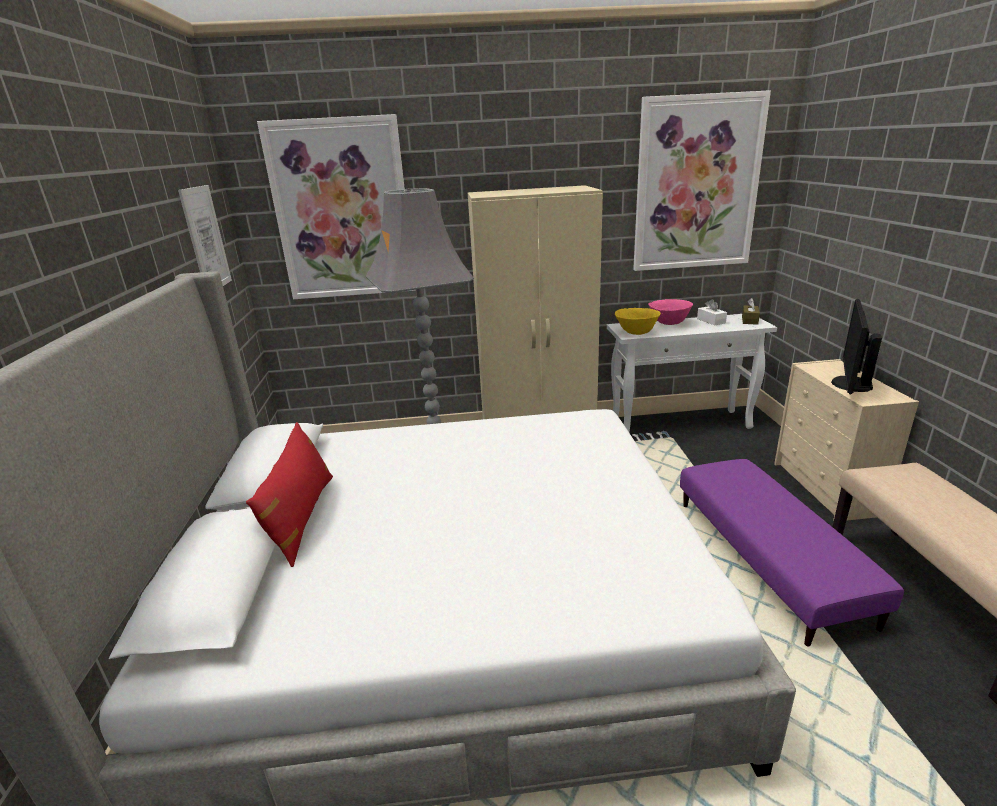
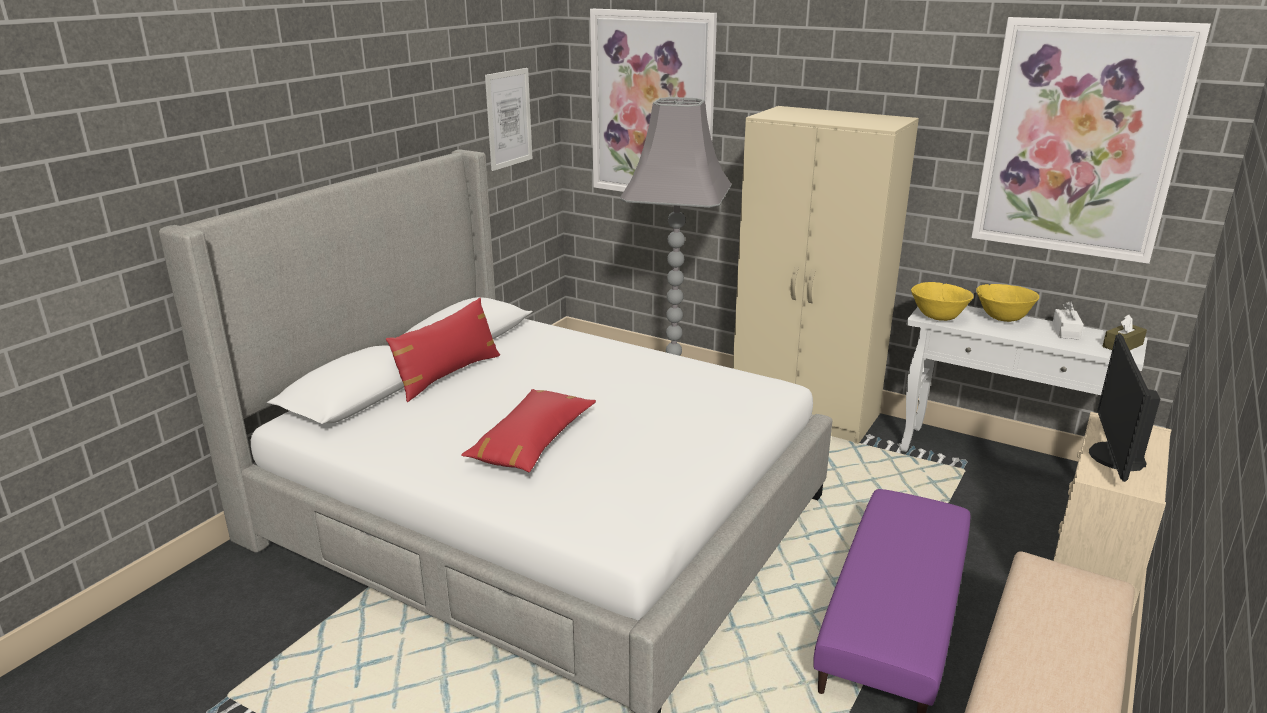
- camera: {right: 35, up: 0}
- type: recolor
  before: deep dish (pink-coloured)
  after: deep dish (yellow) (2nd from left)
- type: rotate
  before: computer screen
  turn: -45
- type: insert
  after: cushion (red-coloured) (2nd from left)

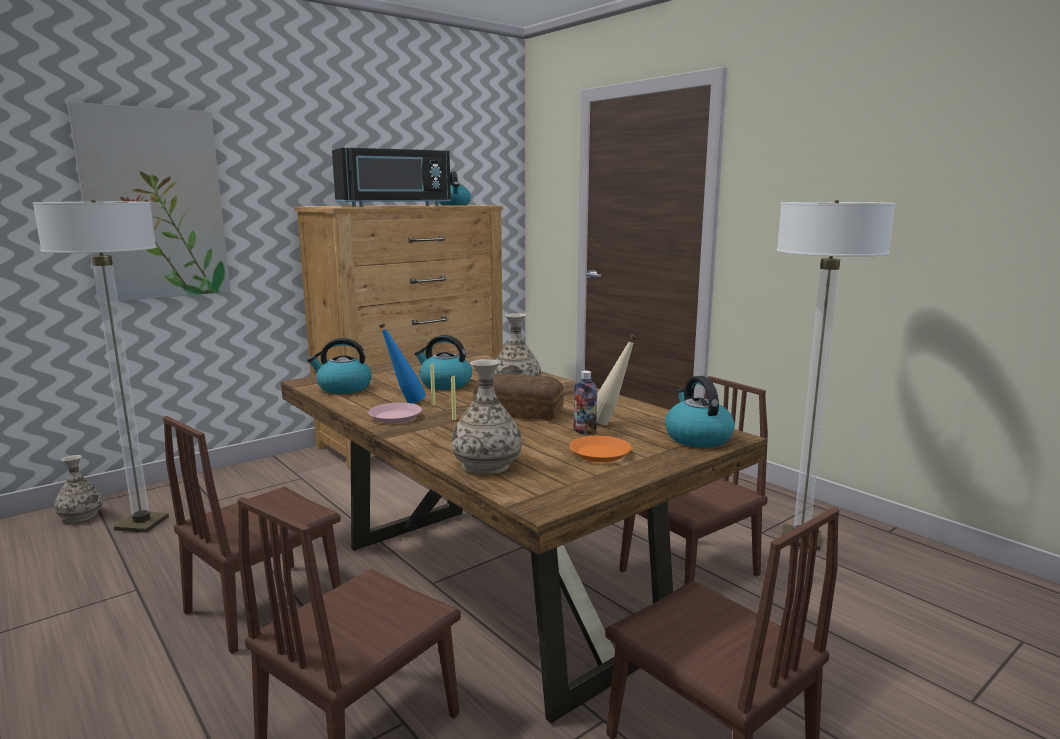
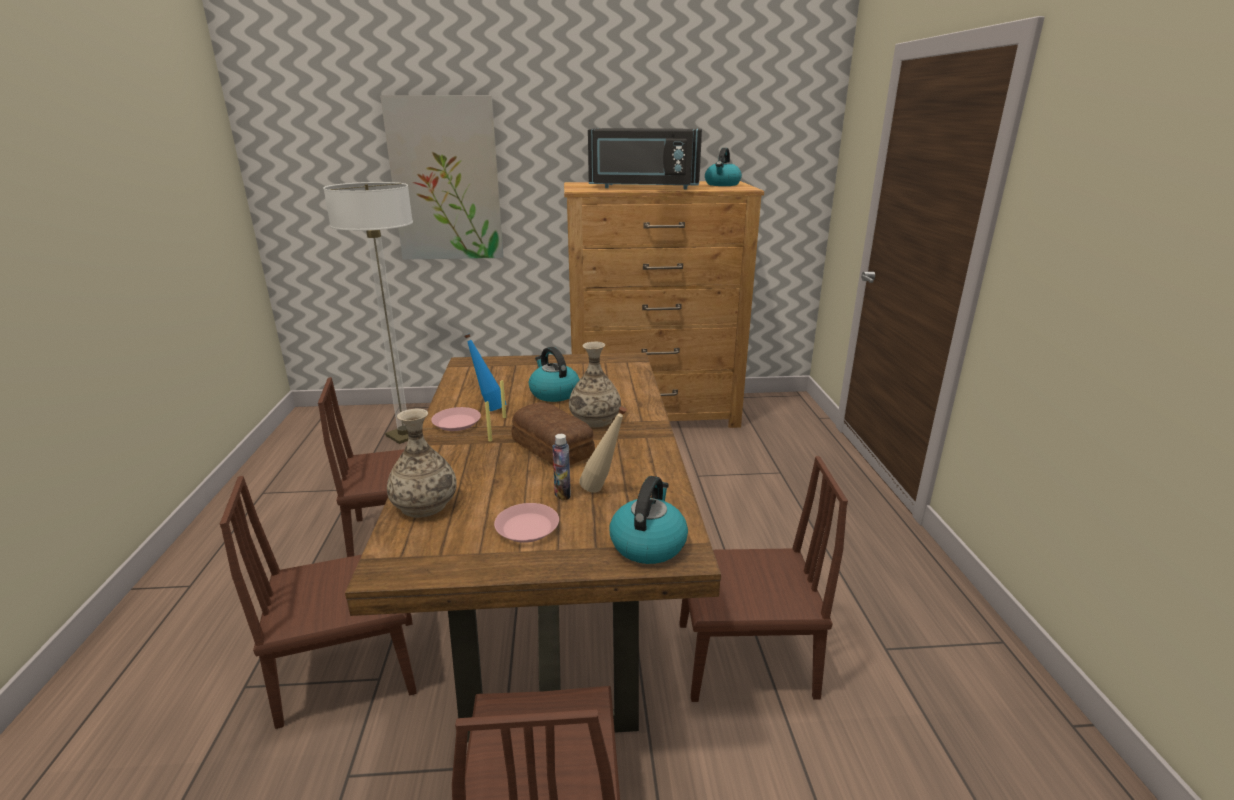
- camera: {right: 35, up: 10}
- type: delete
  before: floor lamp (2nd from left)
- type: delete
  before: kettle (1st from left)
- type: recolor
  before: dinner plate (orangey)
  after: dinner plate (pink-coloured) (2nd from left)
- type: delete
  before: decorative vase (1st from left)

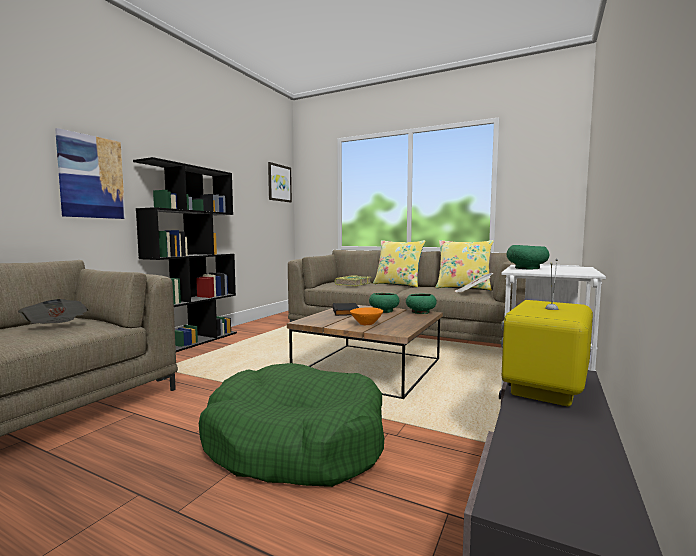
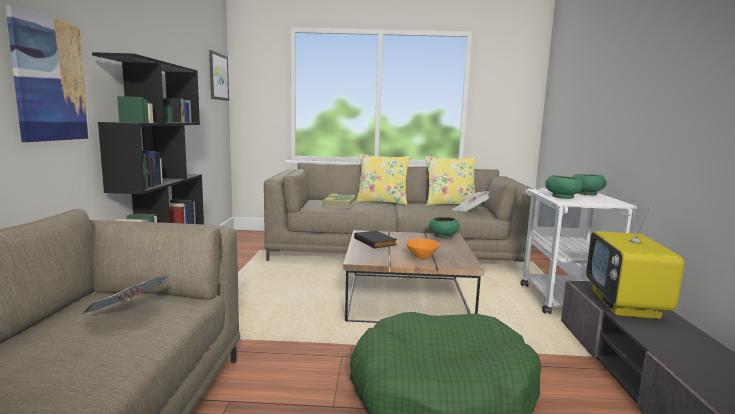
- camera: {right: -25, up: 5}
- type: move
  before: deep dish (greenish) (1st from left in the first image)
  after: deep dish (greenish) (3rd from left)

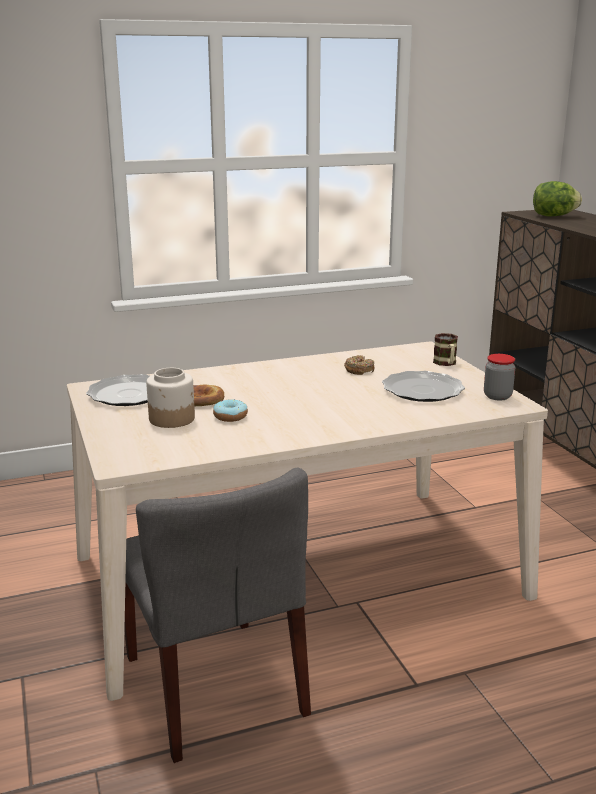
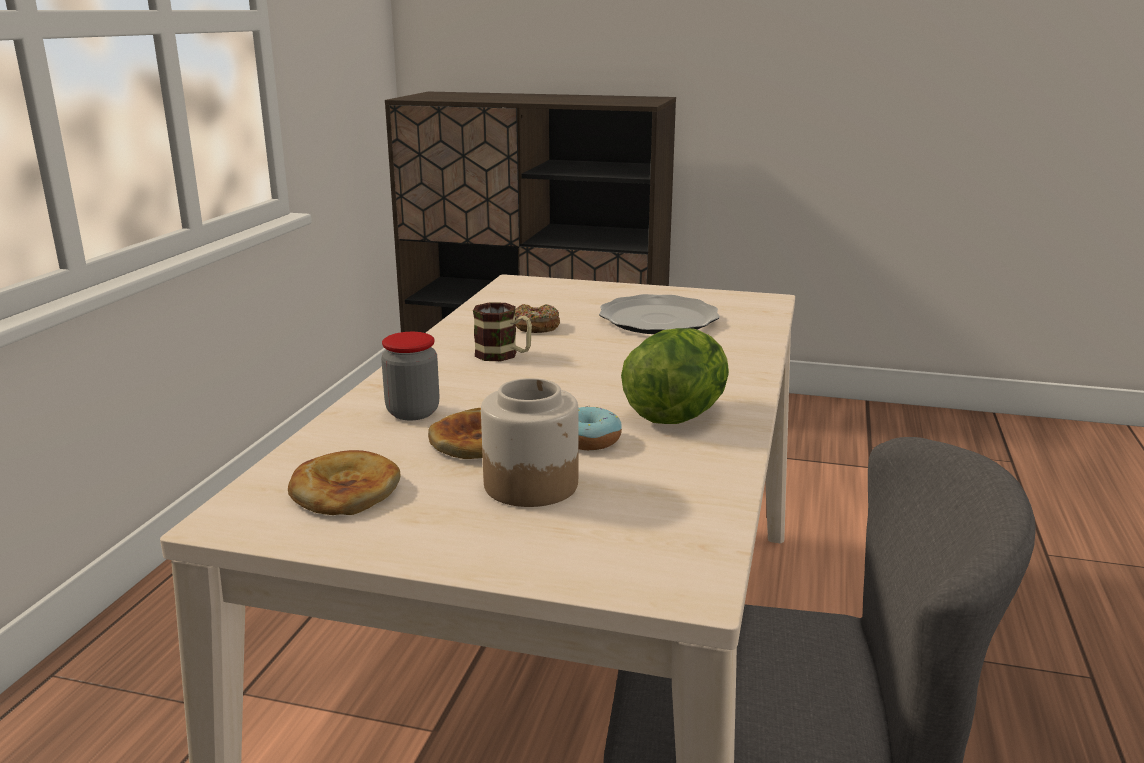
- camera: {right: -55, up: 0}
- type: move
  before: lettuce
- type: move
  before: tea mug
- type: move
  before: storage jar (2nd from left in the first image)
  after: storage jar (1st from left)
- type: replace
  before: dinner plate (1st from left)
  after: bakery bread (1st from left)

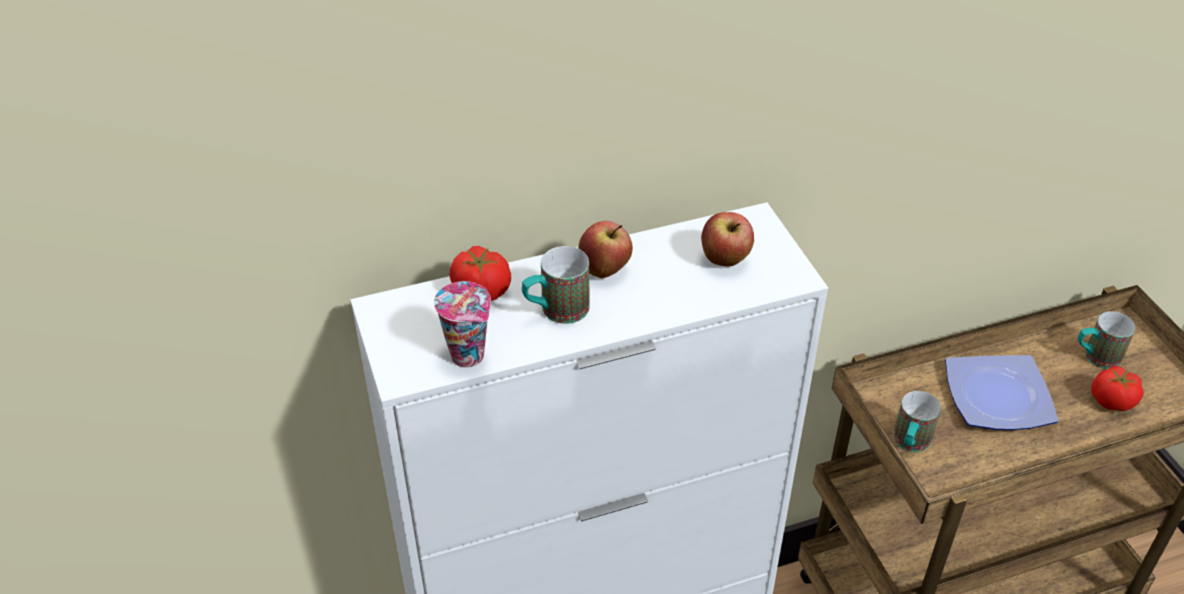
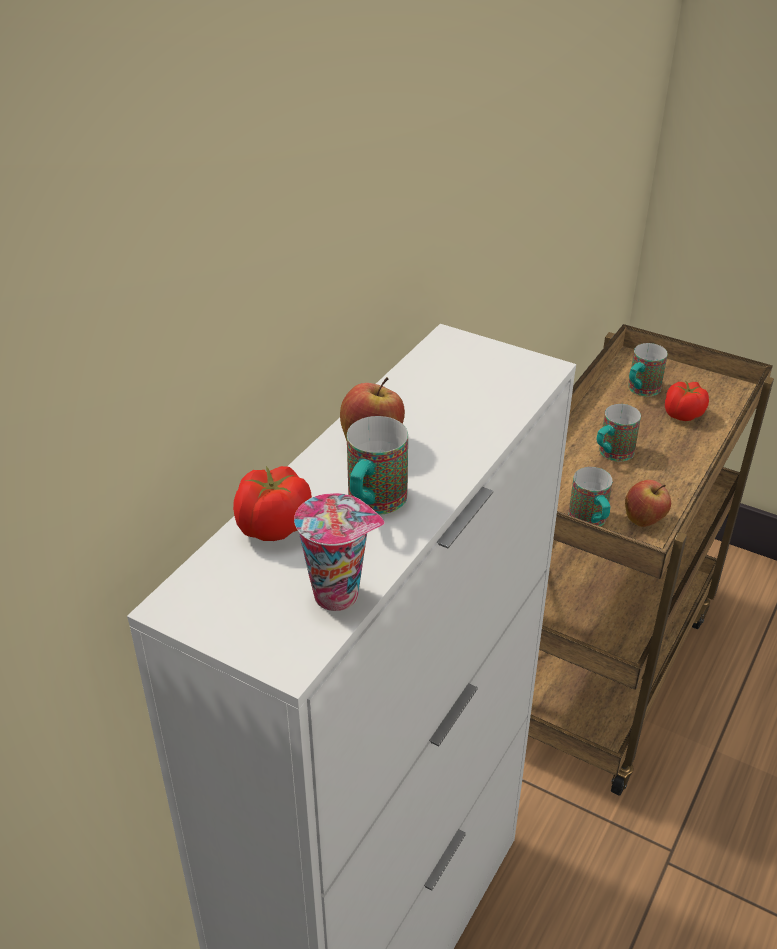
- camera: {right: -40, up: -5}
- type: move
  before: whole apple (2nd from left)
- type: replace
  before: dinner plate
  after: tea mug (3rd from left)

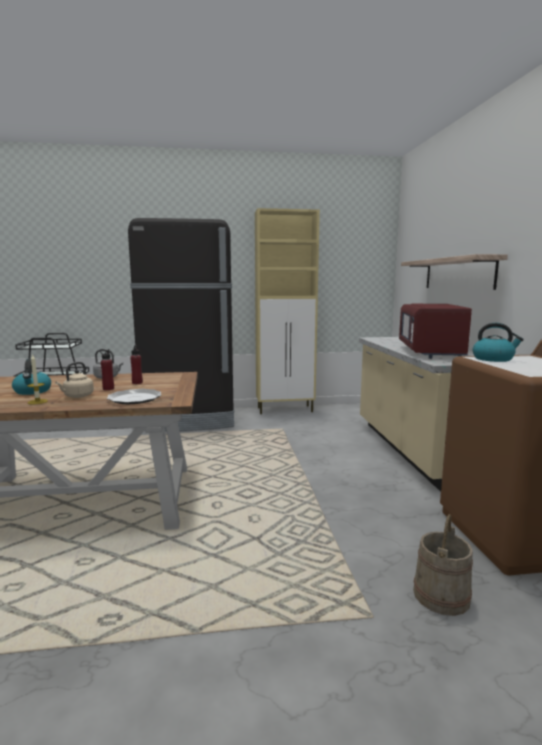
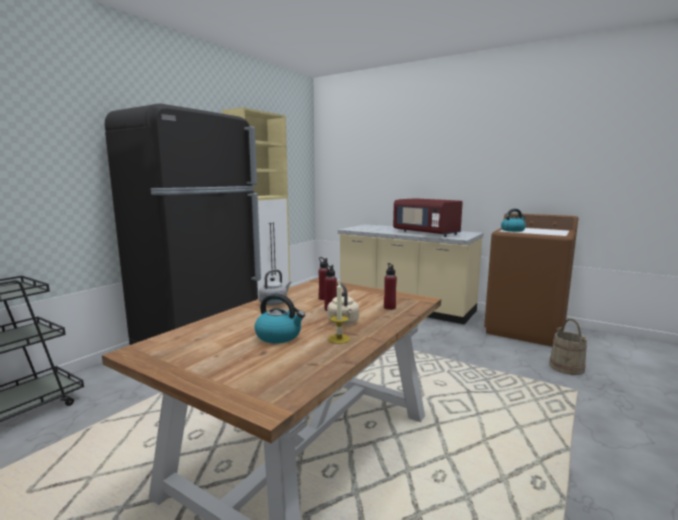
- camera: {right: -50, up: 0}
- type: delete
  before: bracket shelf
- type: replace
  before: dinner plate
  after: drink bottle (red-coloured) (3rd from left)

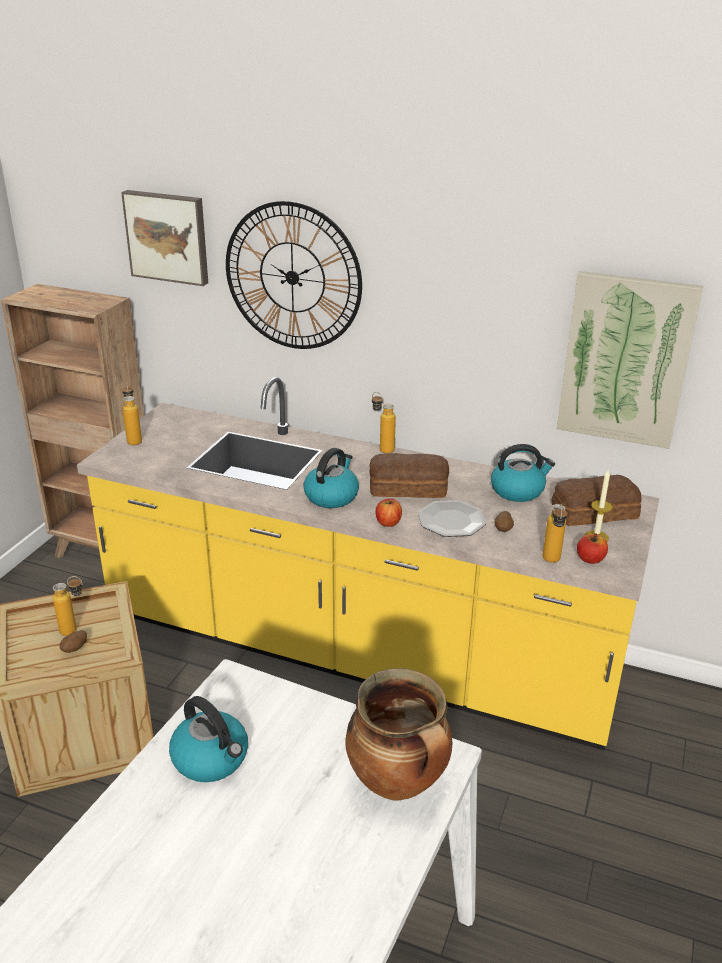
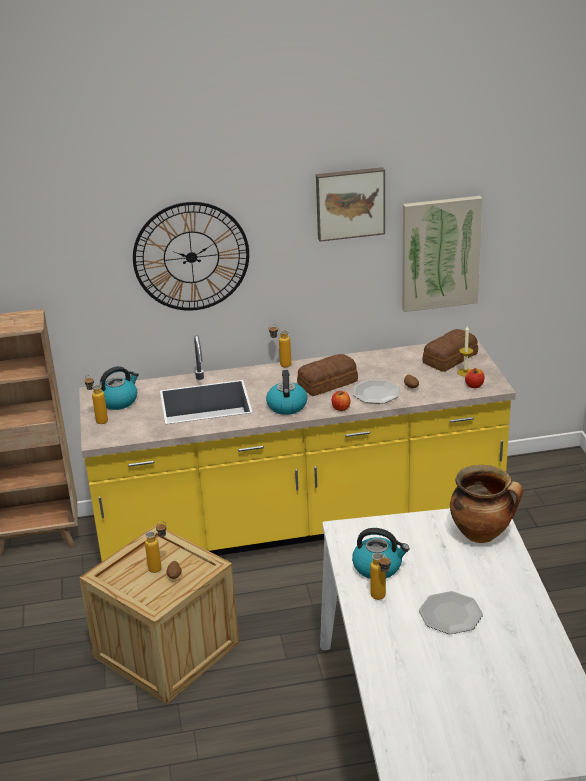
- camera: {right: -30, up: 0}
- type: move
  before: wall art (1st from left)
- type: move
  before: kettle (3rd from left in the first image)
  after: kettle (1st from left)
- type: move
  before: drink bottle (4th from left)
- type: insert
  after: dinner plate (2nd from left)

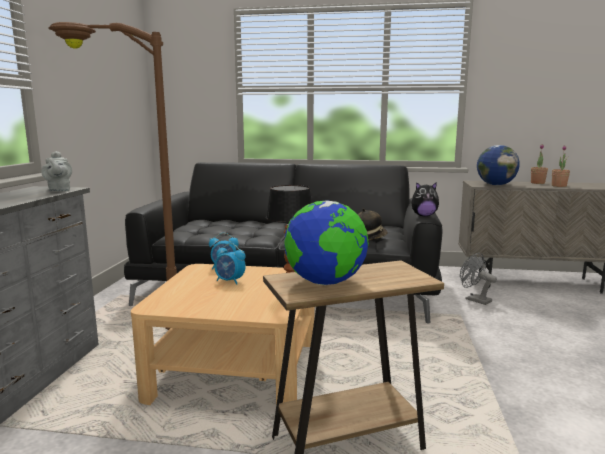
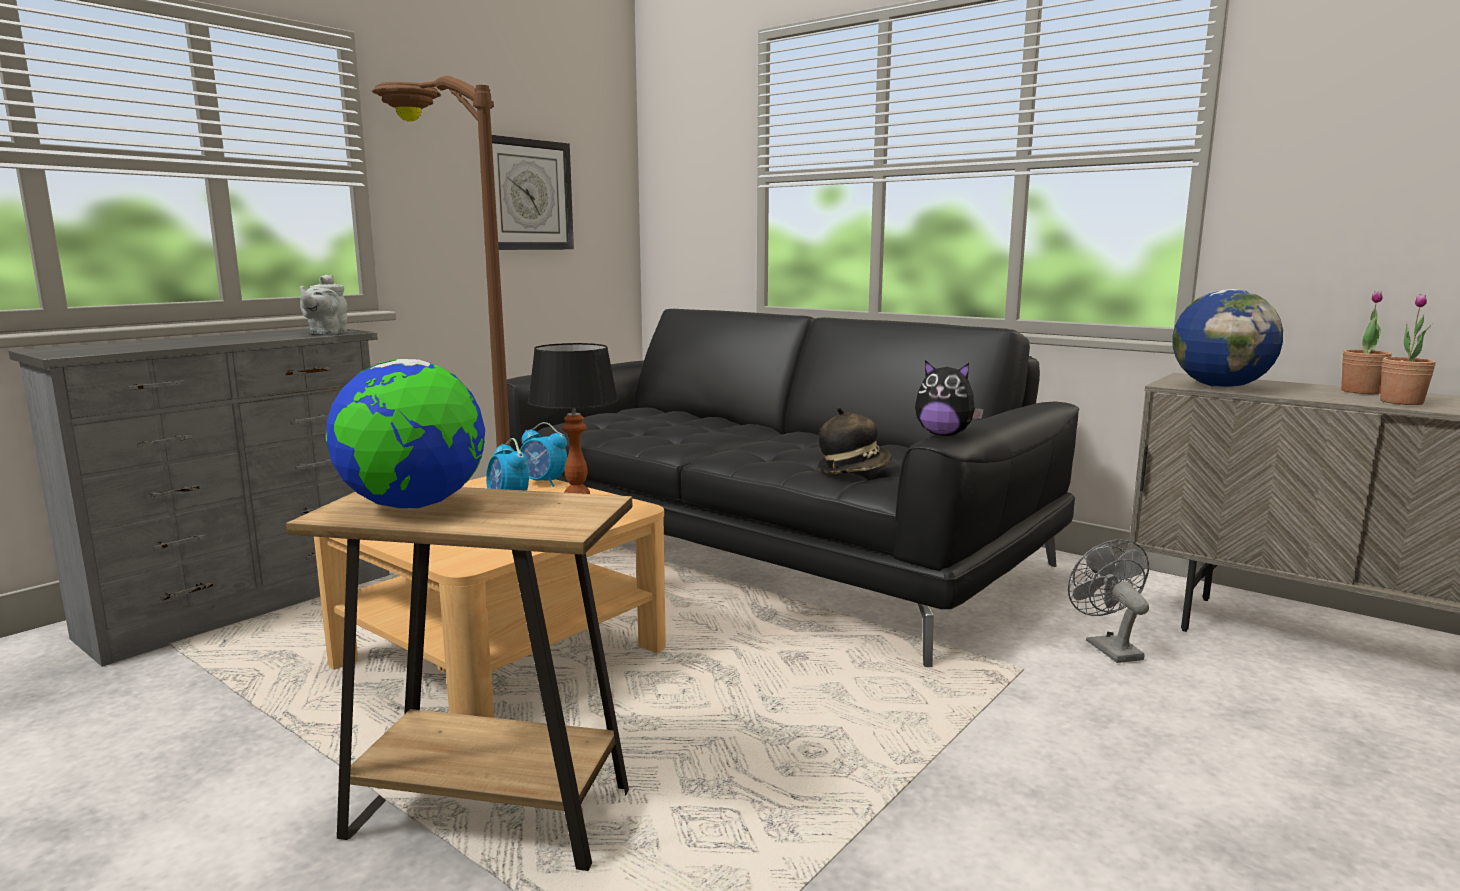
- camera: {right: 30, up: 0}
- type: insert
  after: wall clock

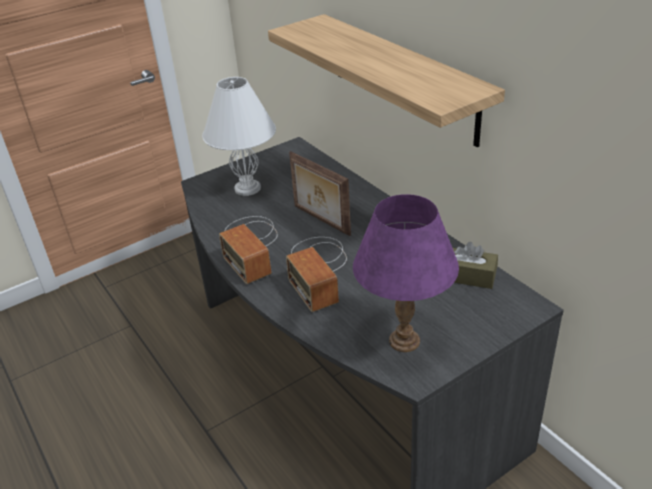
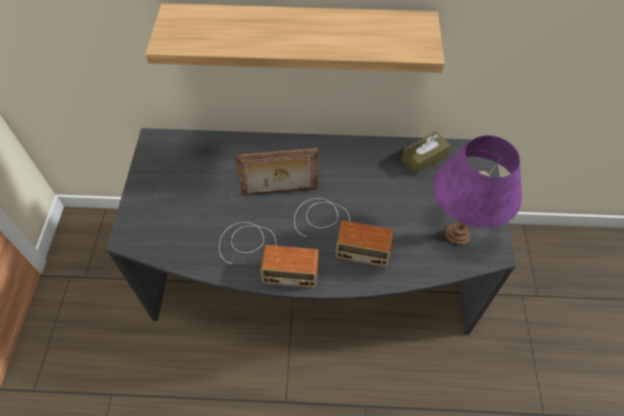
- camera: {right: -55, up: 20}
- type: delete
  before: tabletop lamp (white-coloured)

